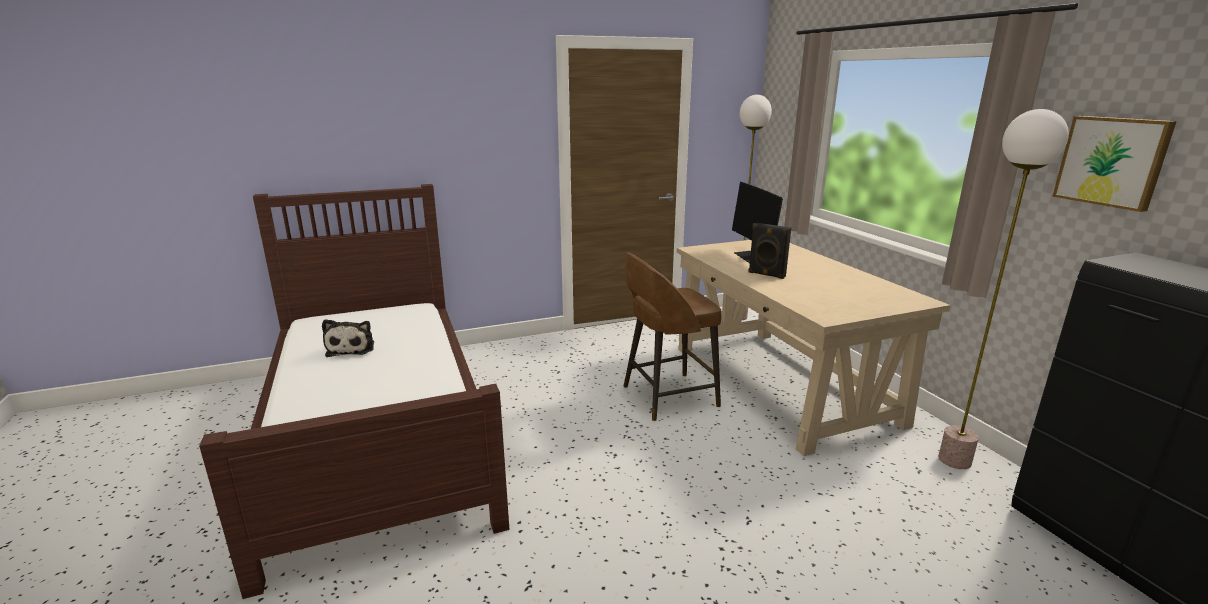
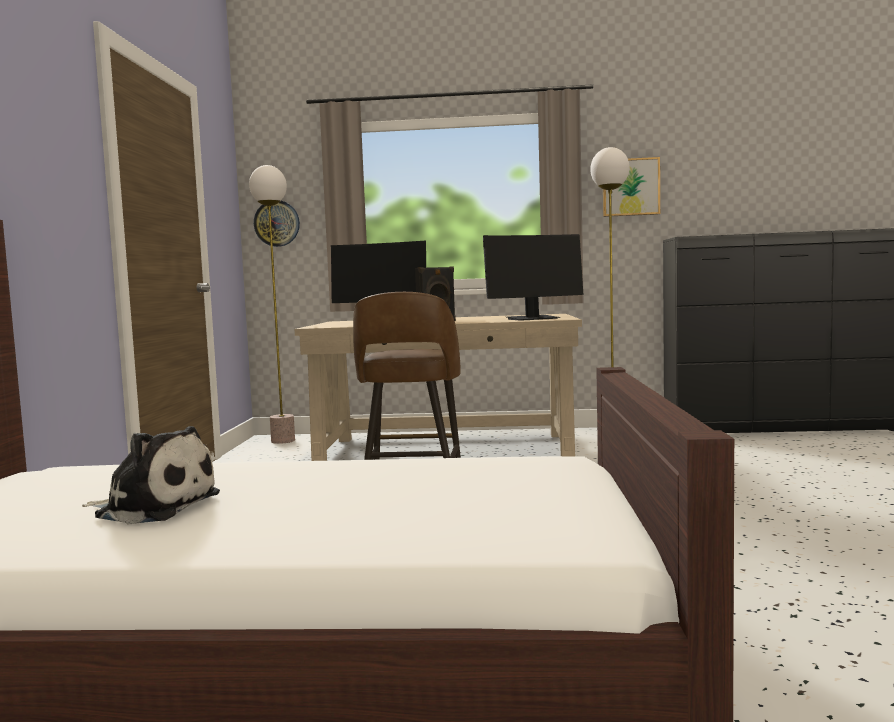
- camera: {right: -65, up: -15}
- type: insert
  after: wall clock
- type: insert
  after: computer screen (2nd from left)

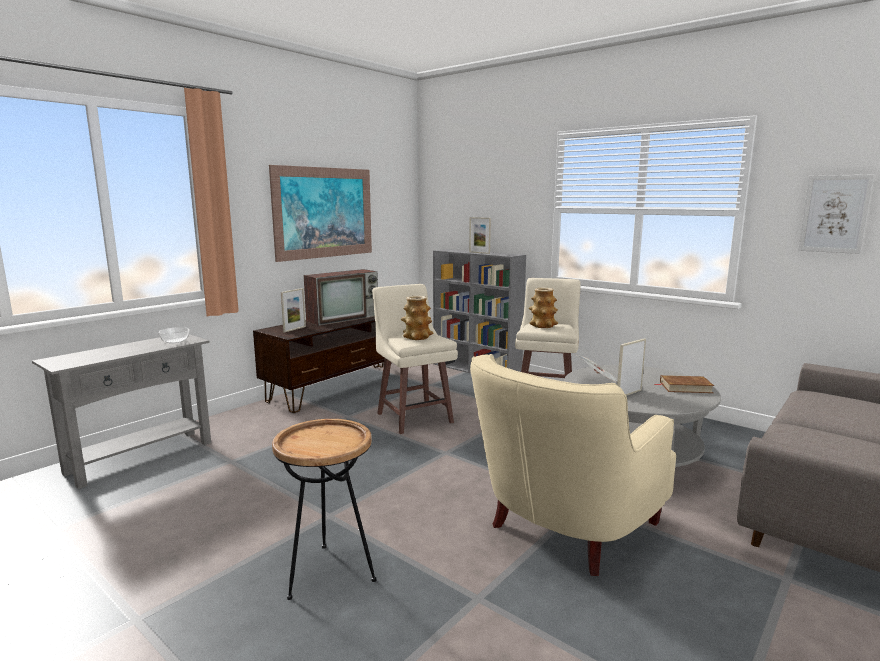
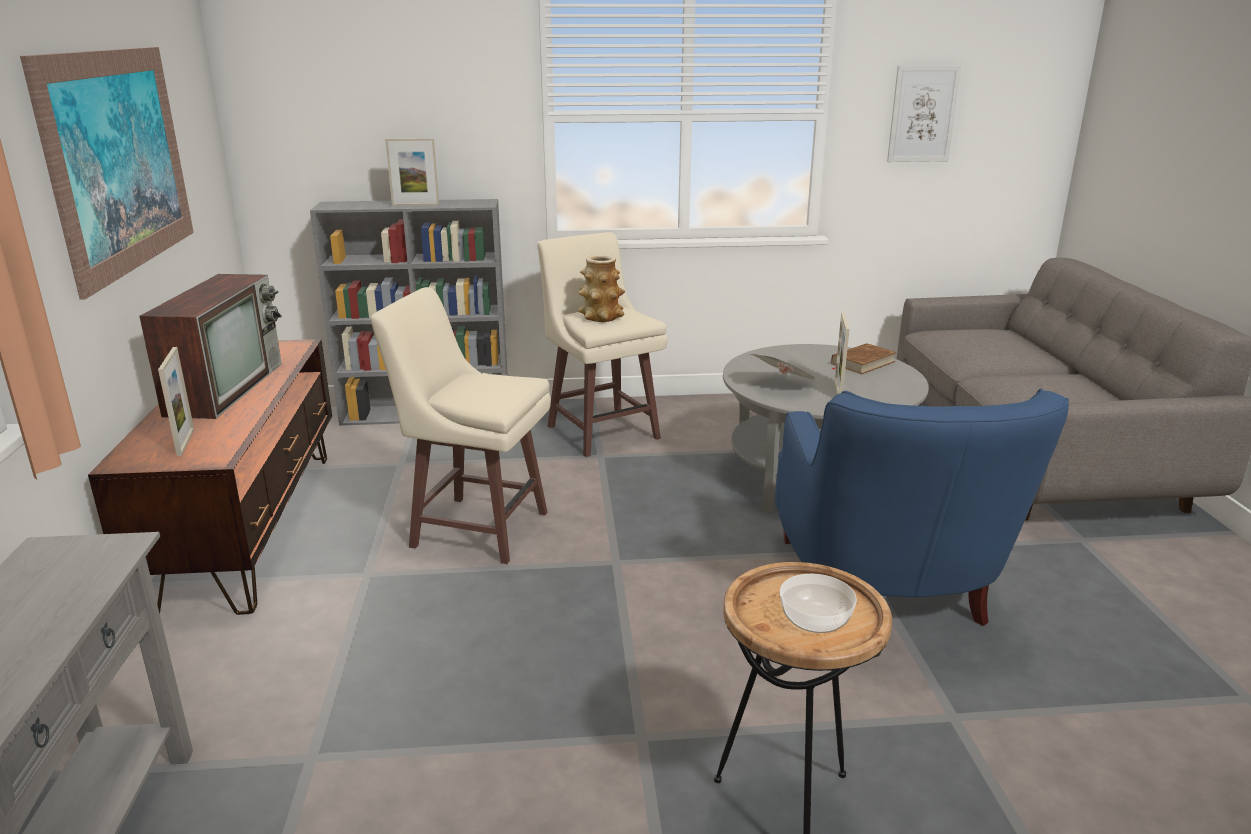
- camera: {right: -45, up: 10}
- type: delete
  before: decorative vase (1st from left)
- type: move
  before: deep dish
- type: recolor
  before: armchair (sand-coloured)
  after: armchair (bluish)

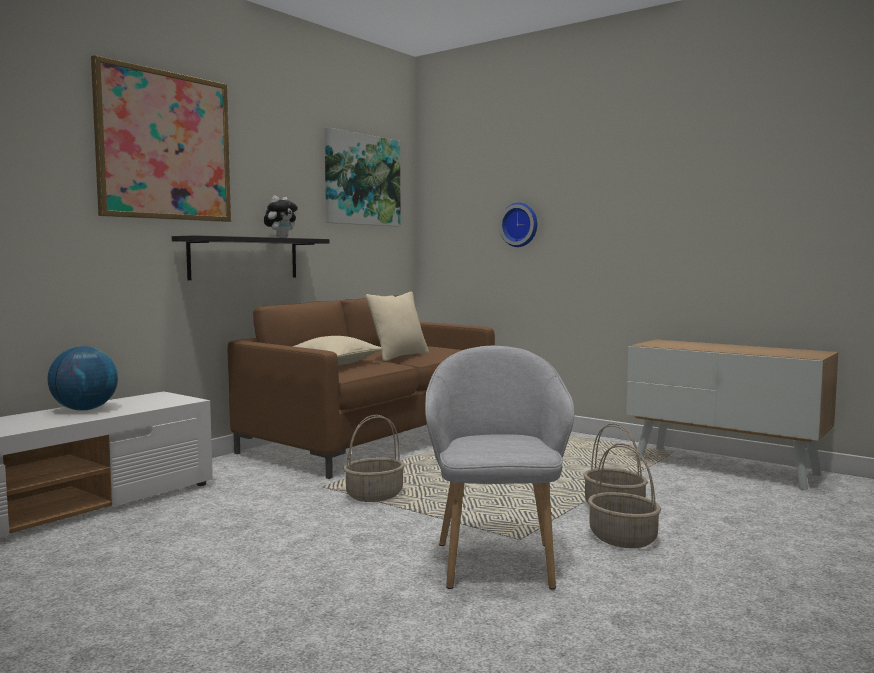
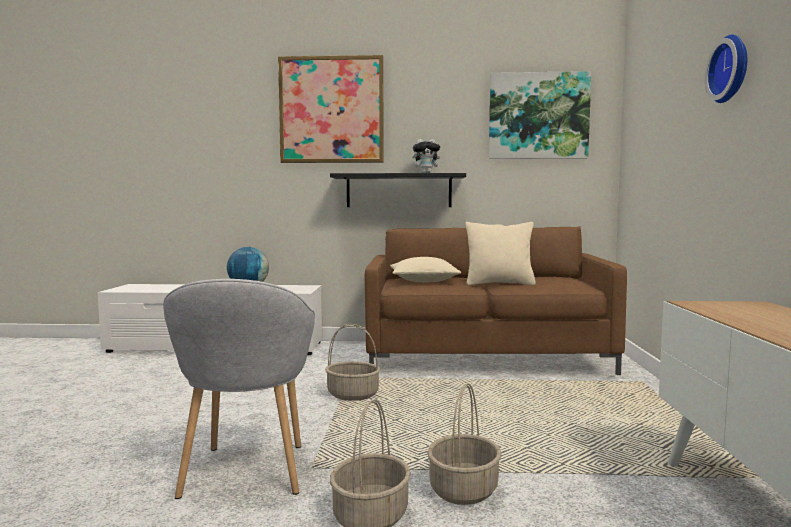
- camera: {right: 55, up: 0}
- type: move
  before: wall clock
- type: rotate
  before: armchair (greyish)
  turn: 120

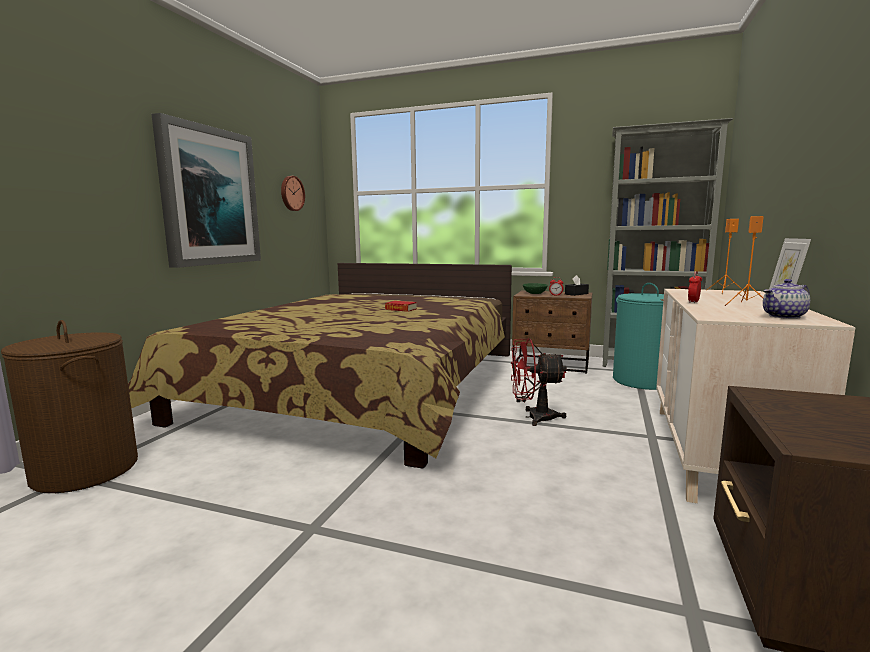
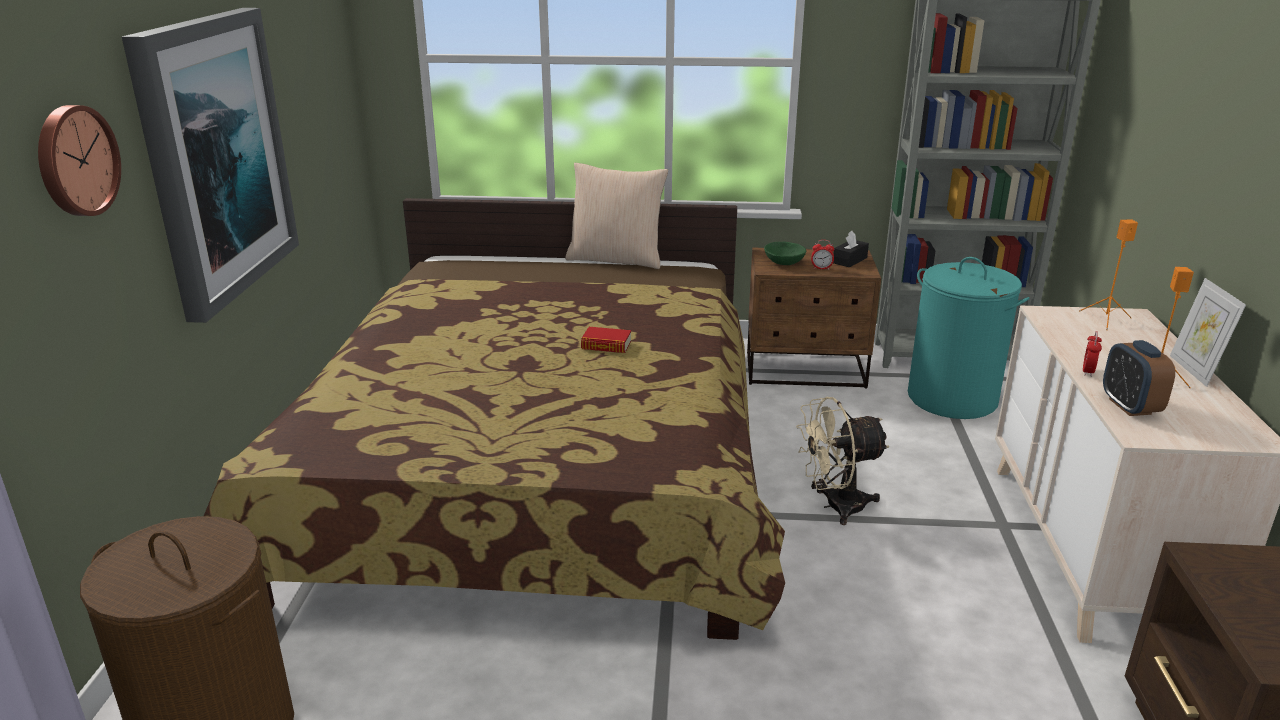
- camera: {right: -15, up: 15}
- type: move
  before: wall clock
- type: delete
  before: pot for tea
- type: recolor
  before: cooling fan (red-coloured)
  after: cooling fan (sand-coloured)
- type: insert
  after: cushion (sand-coloured)
- type: insert
  after: bedside clock (3rd from left)

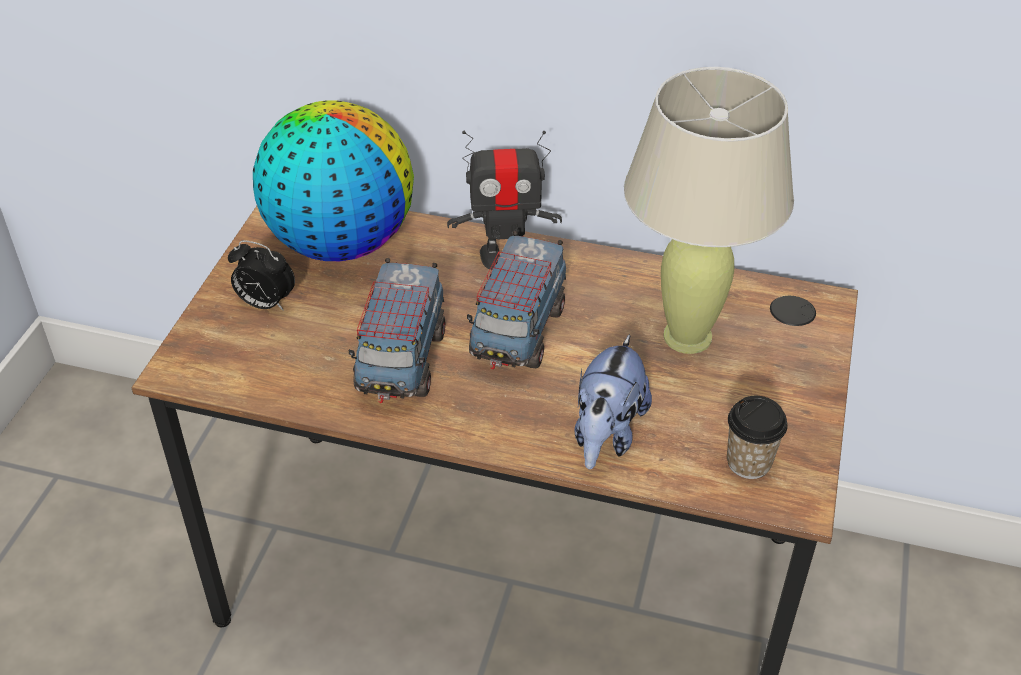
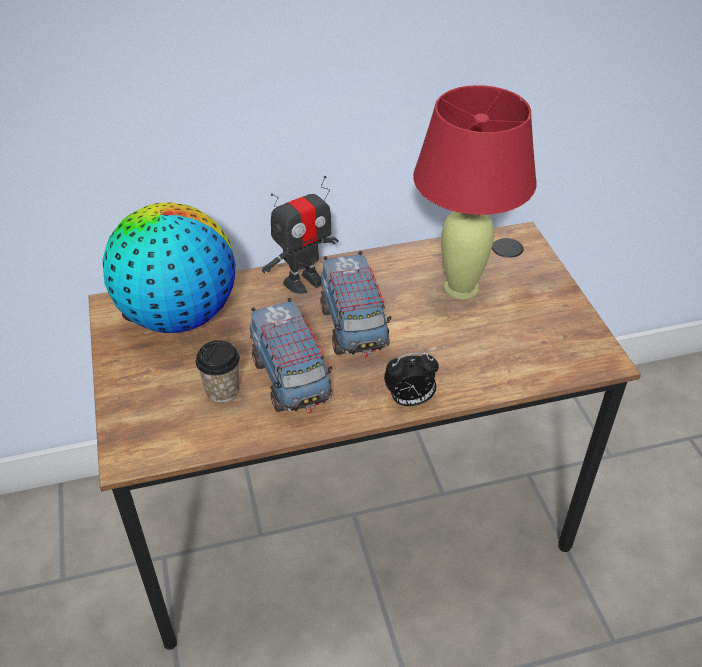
- camera: {right: -30, up: 0}
- type: recolor
  before: tabletop lamp (sand-coloured)
  after: tabletop lamp (red-coloured)
- type: move
  before: bedside clock
- type: delete
  before: soft toy
- type: move
  before: drinking cup

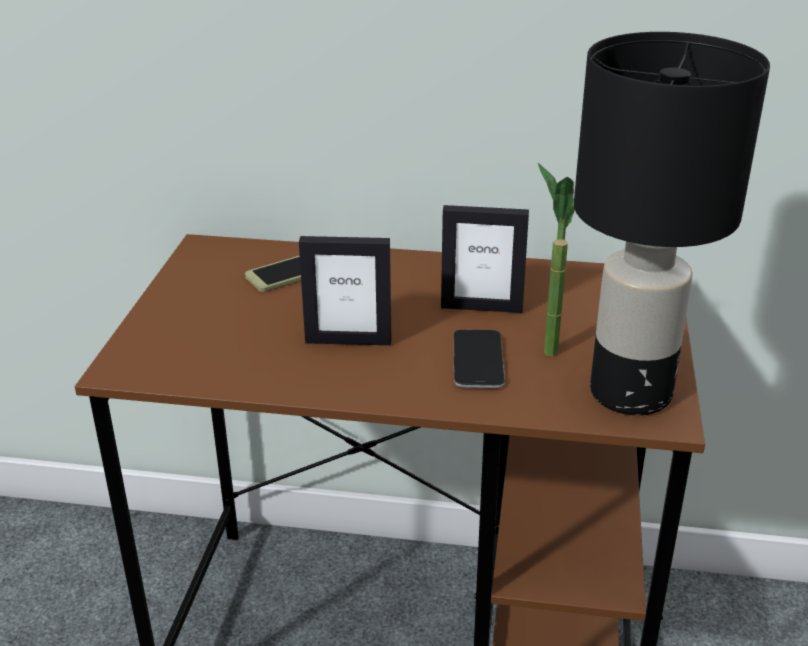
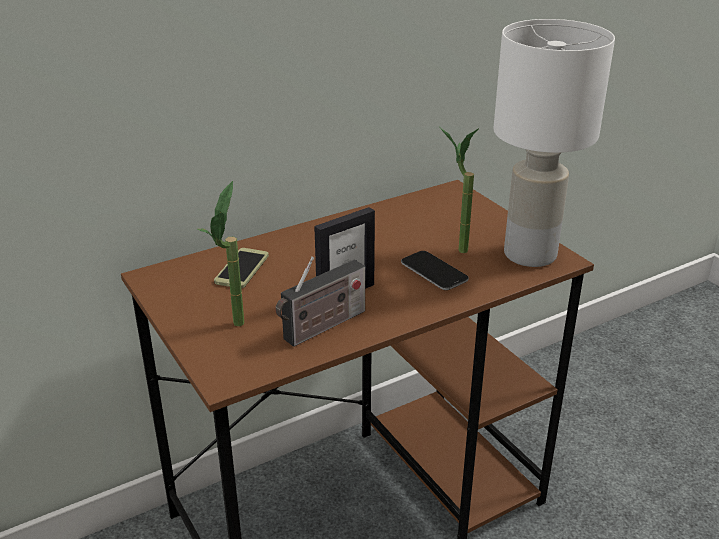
- camera: {right: -40, up: 0}
- type: recolor
  before: tabletop lamp (black)
  after: tabletop lamp (white-coloured)
- type: delete
  before: picture frame (2nd from left)
- type: insert
  after: potted plant (1st from left)
- type: insert
  after: radio

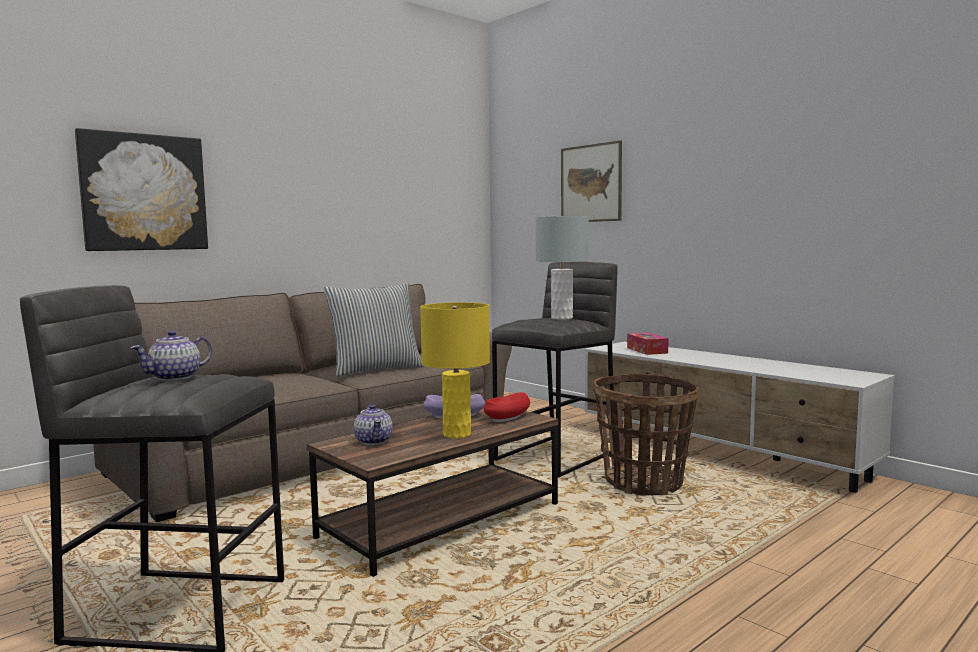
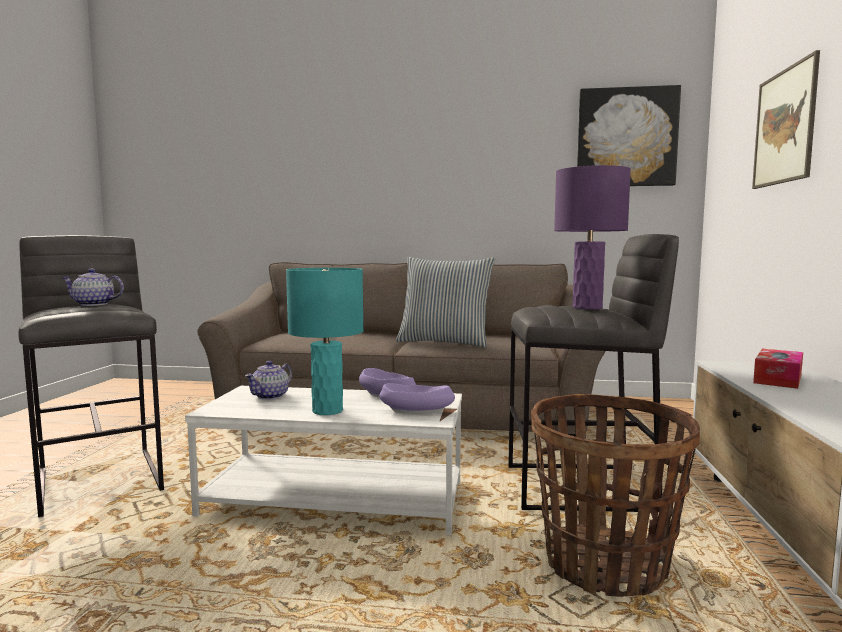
- camera: {right: 50, up: 0}
- type: move
  before: wall art (1st from left)
- type: recolor
  before: tabletop lamp (greyish)
  after: tabletop lamp (purple-coloured)
- type: recolor
  before: tabletop lamp (yellow)
  after: tabletop lamp (blue-green)
- type: recolor
  before: deep dish (red-coloured)
  after: deep dish (purple-coloured) (2nd from left)
- type: recolor
  before: lounge table (brown-coloured)
  after: lounge table (white-coloured)

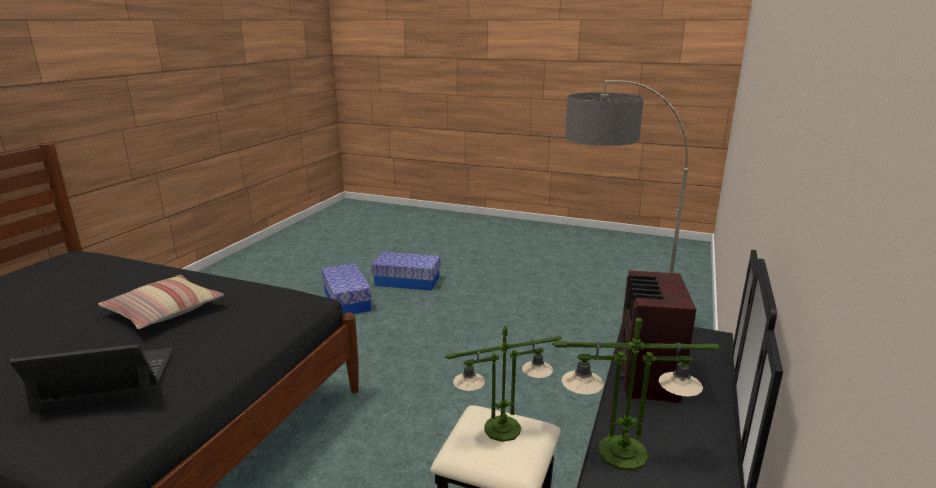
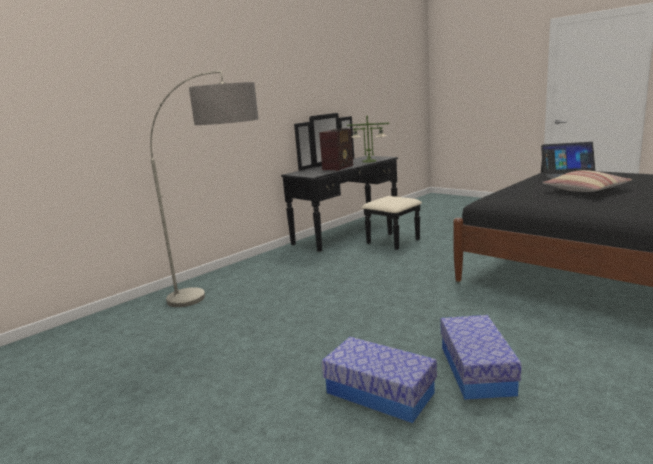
- camera: {right: -155, up: -5}
- type: delete
  before: tabletop lamp (1st from left)

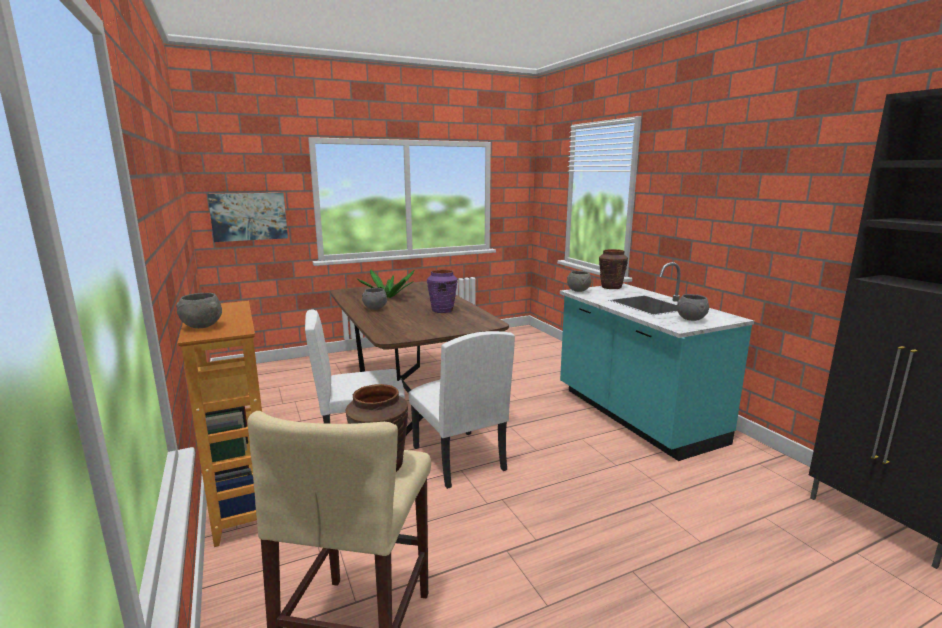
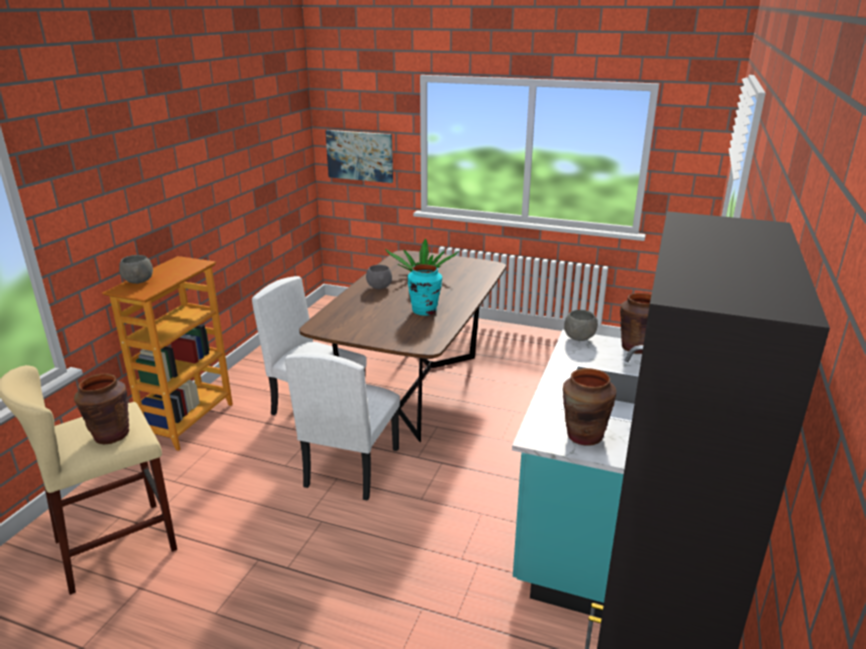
- camera: {right: 45, up: 10}
- type: recolor
  before: decorative vase (purple-coloured)
  after: decorative vase (blue-green)
- type: replace
  before: deep dish (greyish) (4th from left)
  after: decorative vase (brown-coloured) (2nd from left)

